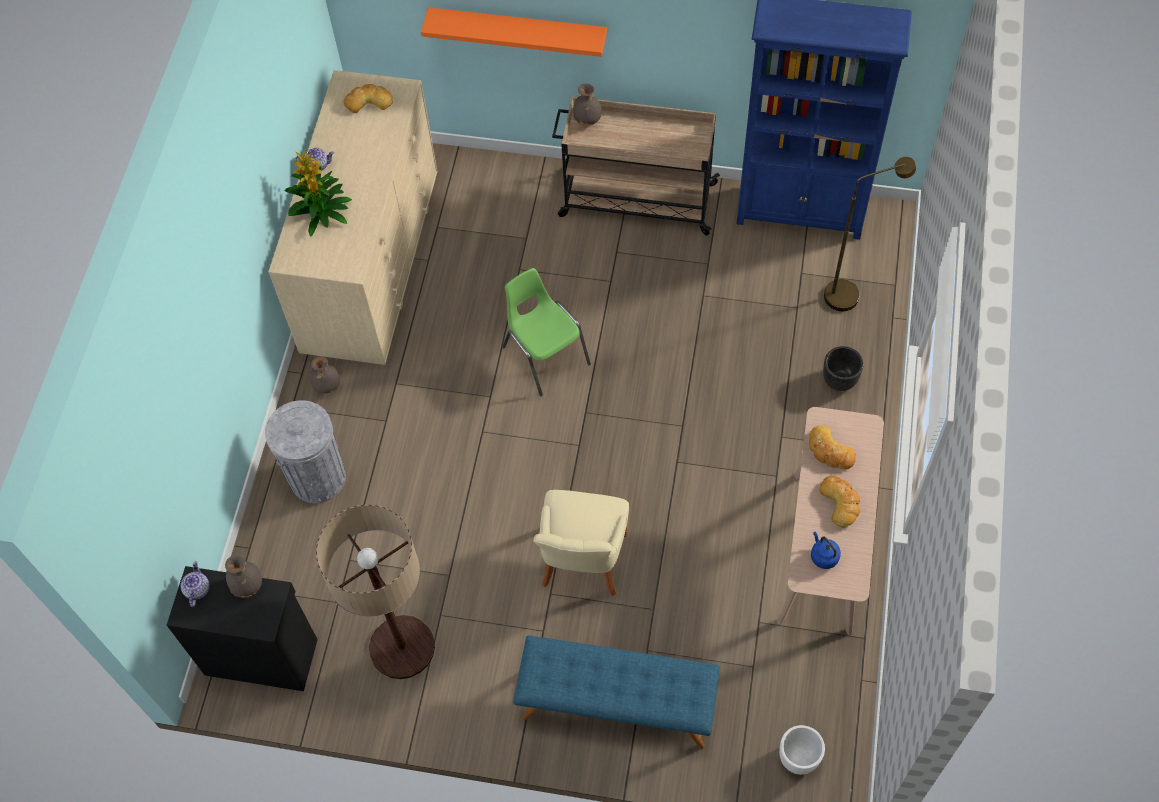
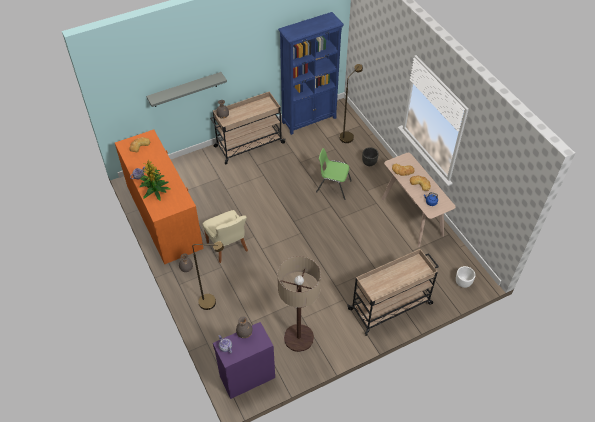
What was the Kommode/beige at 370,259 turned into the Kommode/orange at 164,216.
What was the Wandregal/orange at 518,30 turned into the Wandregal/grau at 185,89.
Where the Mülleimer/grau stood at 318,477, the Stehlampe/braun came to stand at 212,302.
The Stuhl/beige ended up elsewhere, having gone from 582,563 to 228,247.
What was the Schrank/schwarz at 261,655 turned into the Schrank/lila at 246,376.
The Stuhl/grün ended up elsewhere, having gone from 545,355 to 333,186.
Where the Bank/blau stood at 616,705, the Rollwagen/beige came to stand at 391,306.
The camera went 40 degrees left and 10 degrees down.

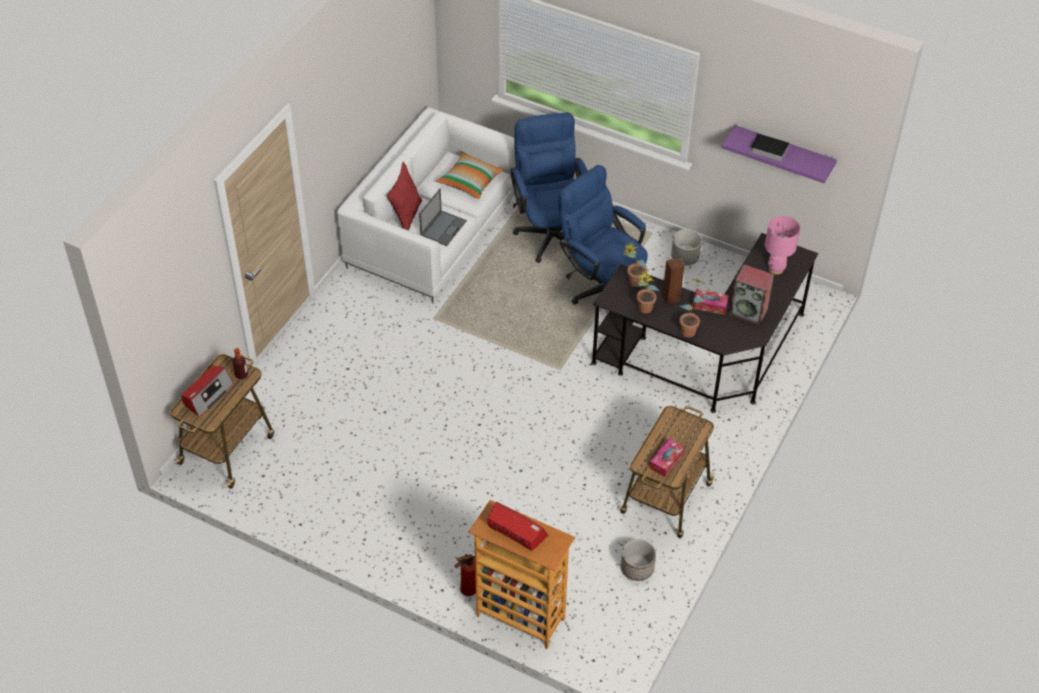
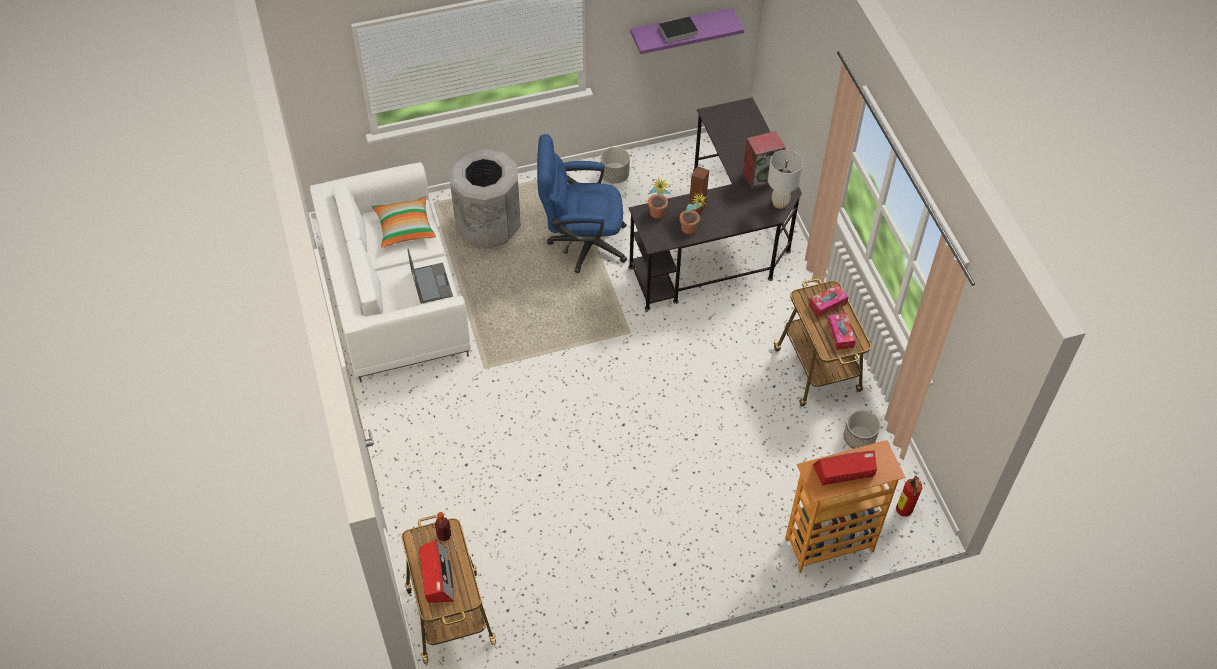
Where the Bürostuhl/blau stood at 550,230, the Mülleimer/grau came to stand at 488,227.
The second view gained the Tischlampe/weiß at 780,203.
The Taschentuchbox ended up elsewhere, having gone from 710,305 to 827,304.
The Feuerlöscher ended up elsewhere, having gone from 466,591 to 903,512.
The second view lost the Kissen/rot at 406,216.
The second view lost the Topfpflanze at 690,328.
The second view lost the Tischlampe/rosa at 776,269.
The camera went 45 degrees left and 5 degrees up.

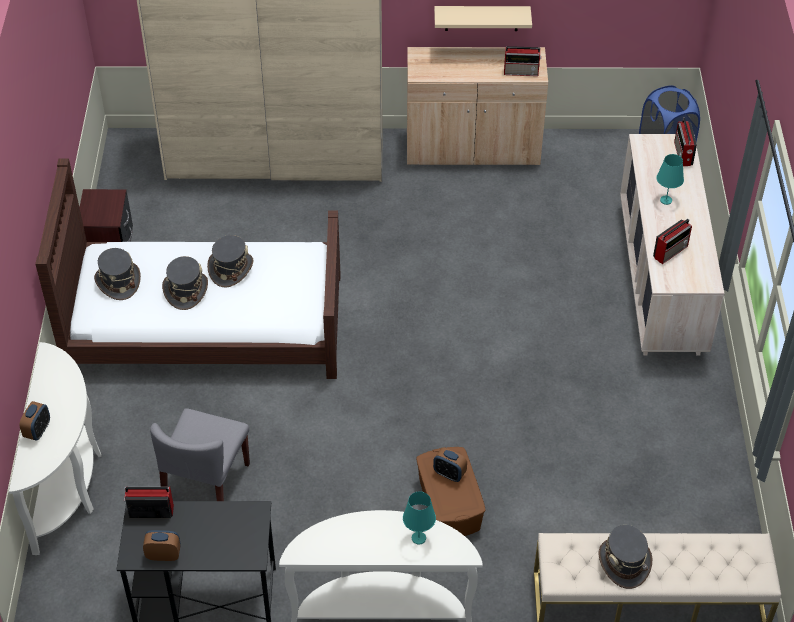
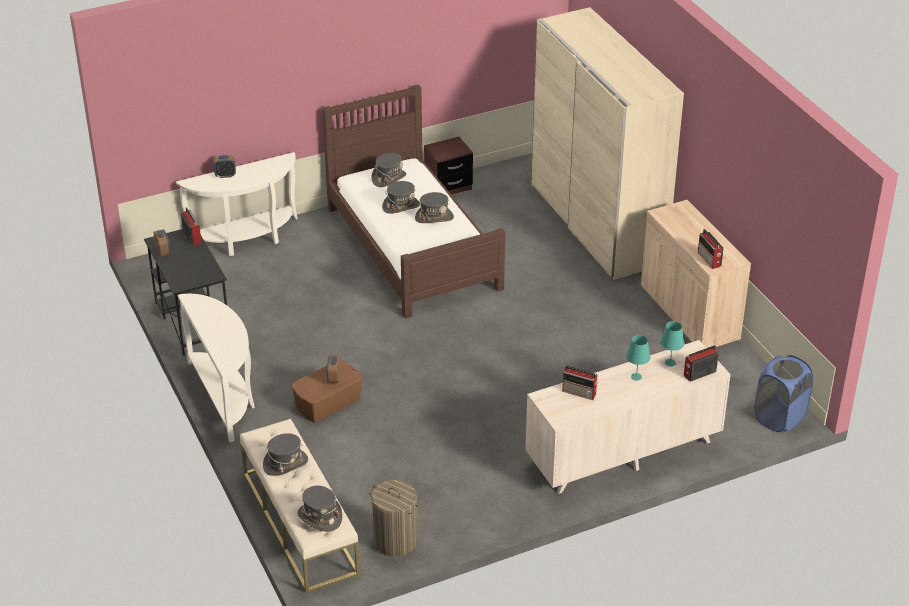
The second view gained the Hut/grau at 320,517.
The second view gained the Wäschekorb at 395,541.
The Tischlampe/türkis ended up elsewhere, having gone from 419,538 to 670,363.
The second view lost the Stuhl/grau at 206,486.
The second view lost the Wandregal/beige at 481,18.
The camera went 65 degrees right and 10 degrees down.

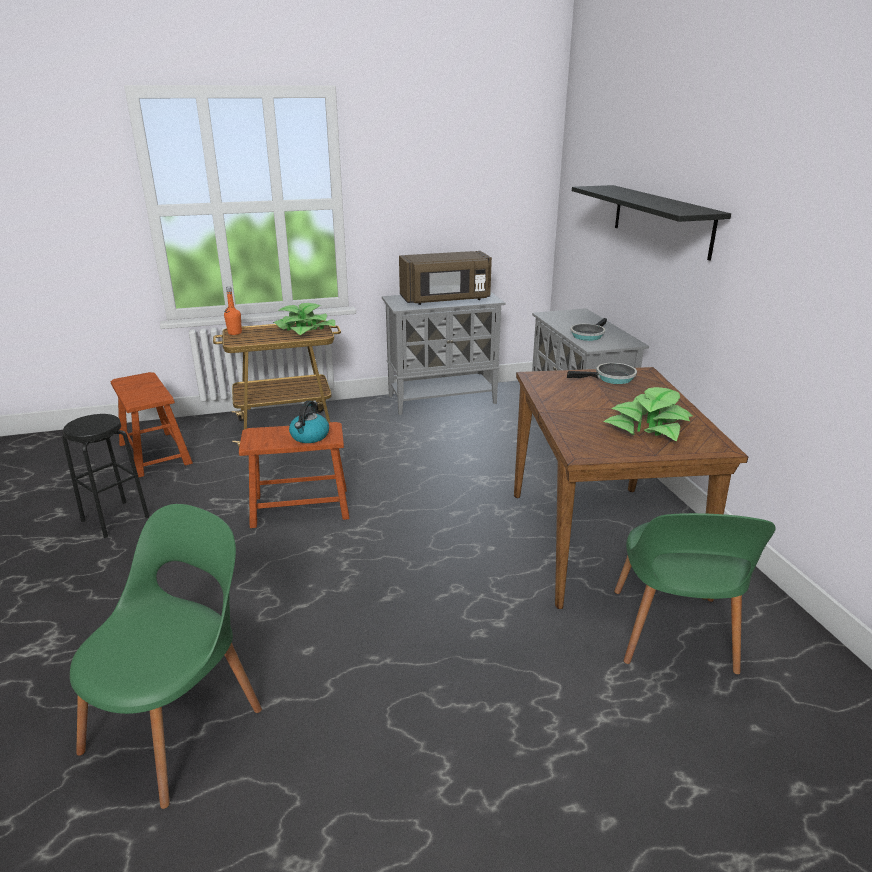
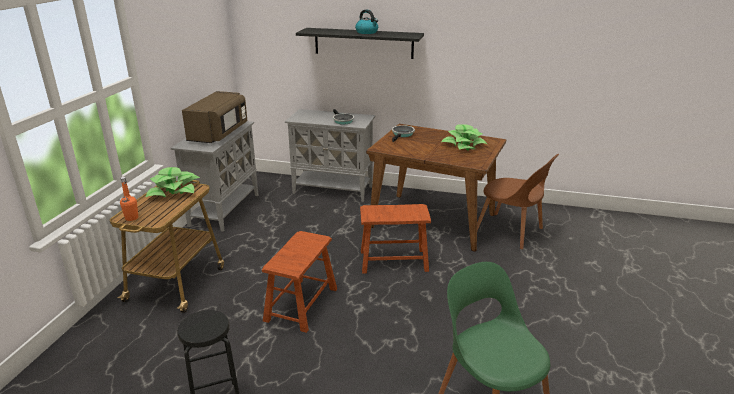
The Wasserkessel ended up elsewhere, having gone from 309,436 to 367,32.
The Hocker/braun ended up elsewhere, having gone from 155,453 to 393,260.
What was the Stuhl/grün at 672,634 turned into the Stuhl/braun at 511,232.
The camera went 60 degrees left and 0 degrees up.

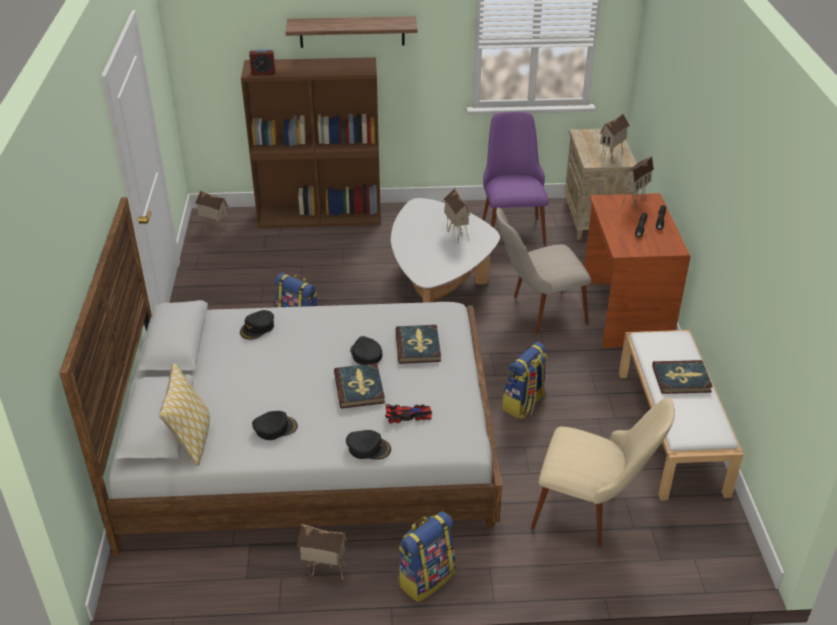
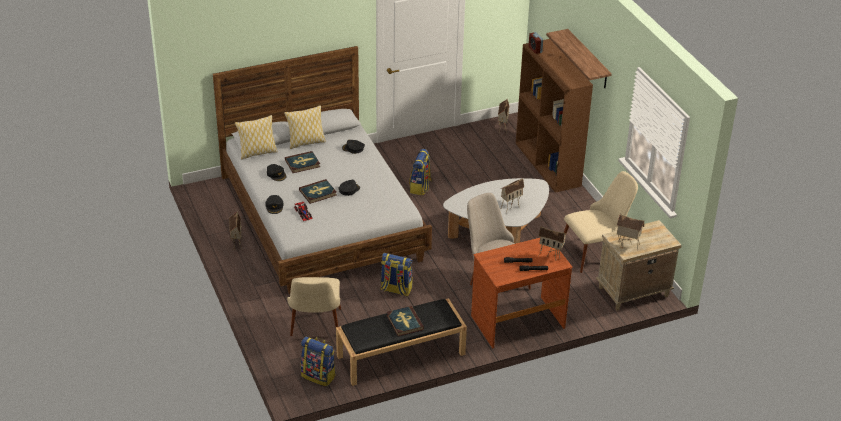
The second view gained the Kissen at 306,142.
The Buch ended up elsewhere, having gone from 418,346 to 302,163.
The Rucksack ended up elsewhere, having gone from 426,578 to 319,376.
What was the Bank/weiß at 672,432 turned into the Bank/schwarz at 400,355.
What was the Stuhl/lila at 511,226 turned into the Stuhl/beige at 595,252.
The camera went 70 degrees right and 0 degrees up.

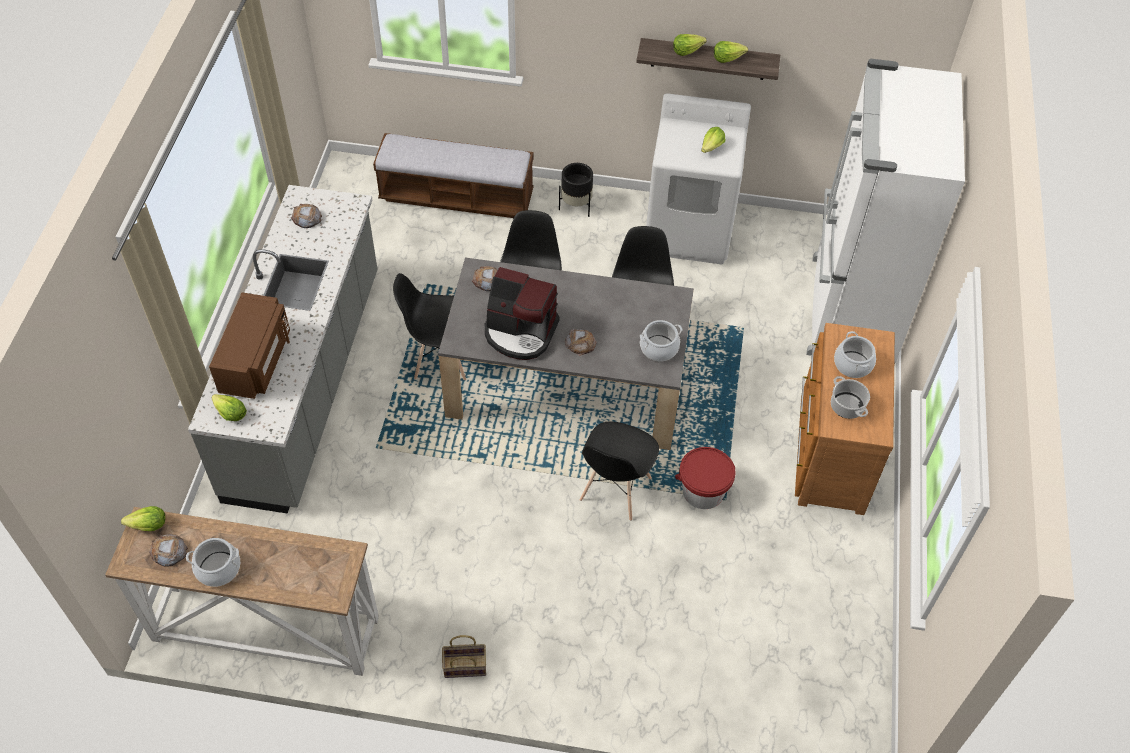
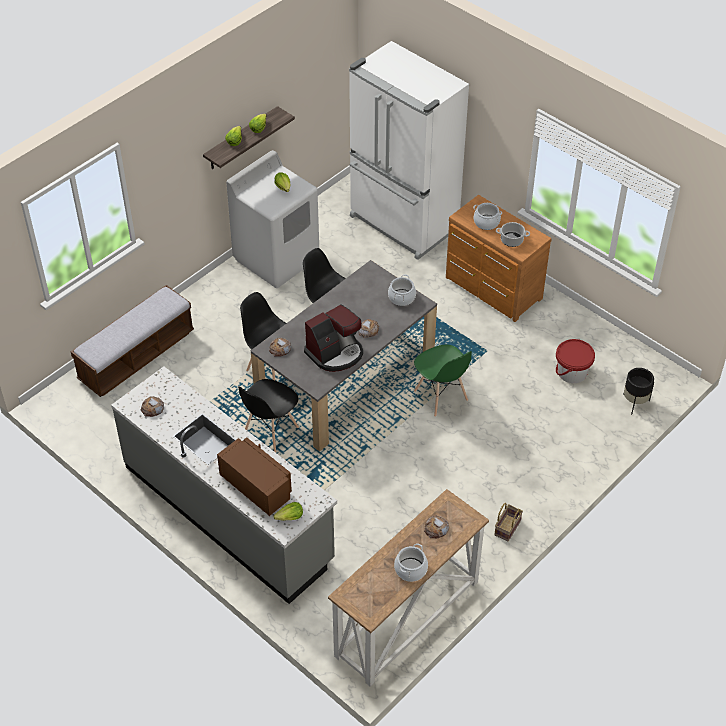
What was the Stuhl/schwarz at 615,490 turned into the Stuhl/grün at 441,396.
The Brot ended up elsewhere, having gone from 168,552 to 436,528.
The Eimer/rot ended up elsewhere, having gone from 703,491 to 572,372.
The Pflanzkübel/schwarz ended up elsewhere, having gone from 576,207 to 634,402.
The second view lost the Salatkopf at 148,525.
The camera went 55 degrees left and 5 degrees down.

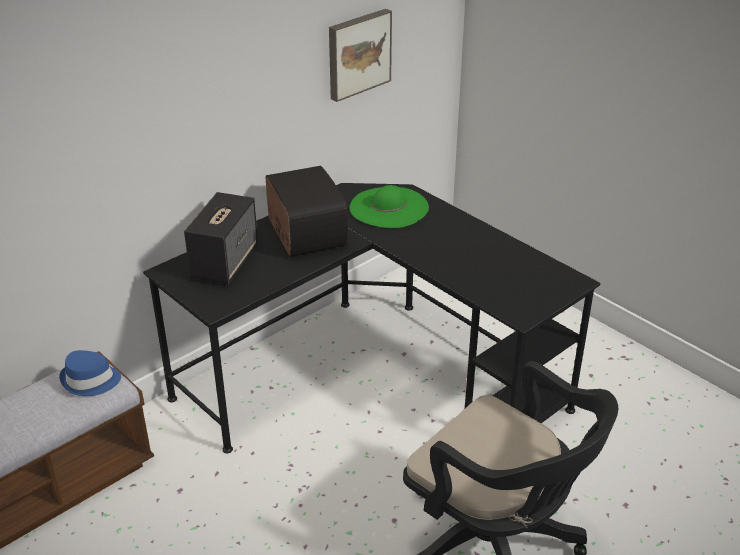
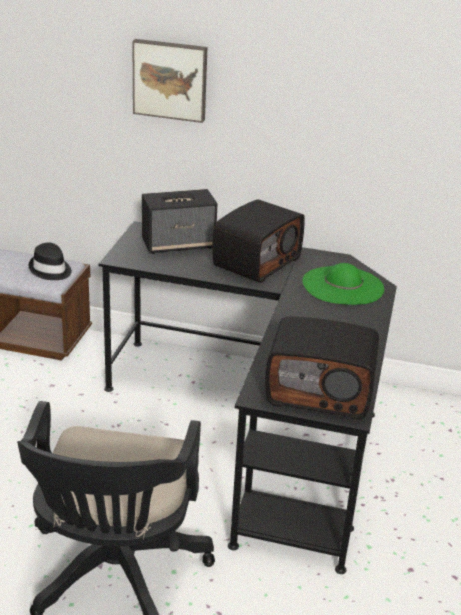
What was the Hut/blau at 90,381 turned into the Hut/schwarz at 50,270.
The Bild ended up elsewhere, having gone from 358,53 to 170,80.
The second view gained the Radio at 320,391.
The camera went 55 degrees right and 5 degrees down.

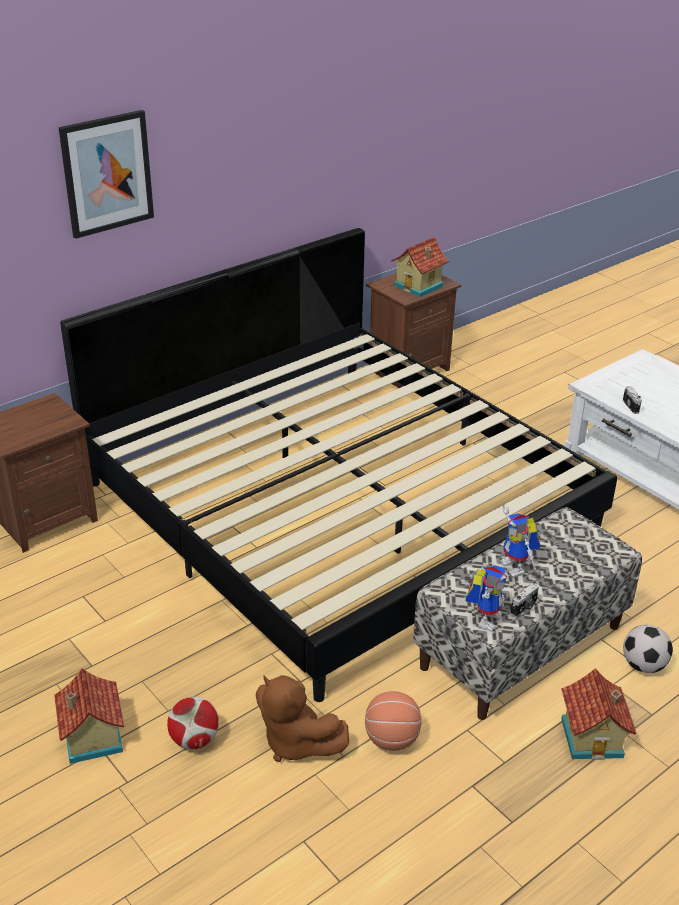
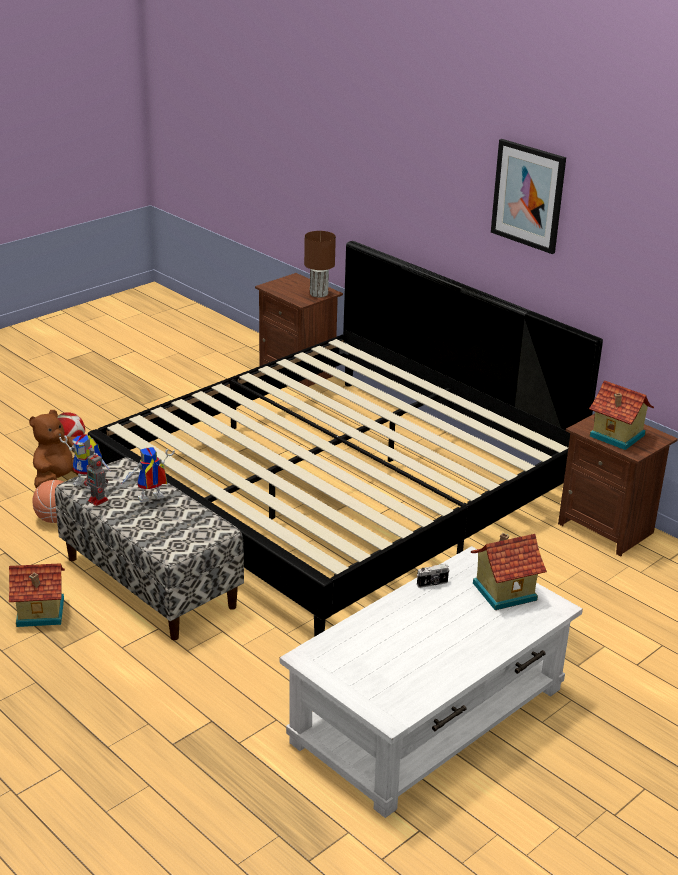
Where the Kamera stood at 524,608, the Spielzeugroboter came to stand at 98,500.
The second view gained the Tischlampe/braun at 318,293.
The Spielzeughaus ended up elsewhere, having gone from 91,738 to 503,590.
The Bild ended up elsewhere, having gone from 107,173 to 528,195.
The second view lost the Fußball at 643,665.
The camera went 85 degrees right and 5 degrees down.

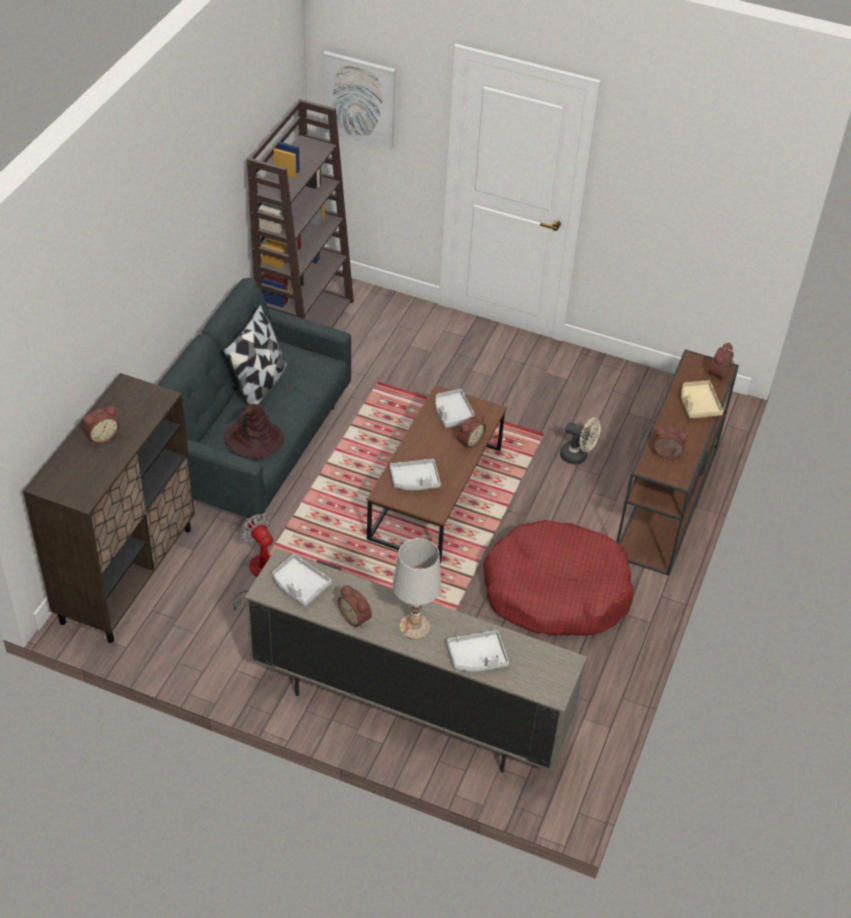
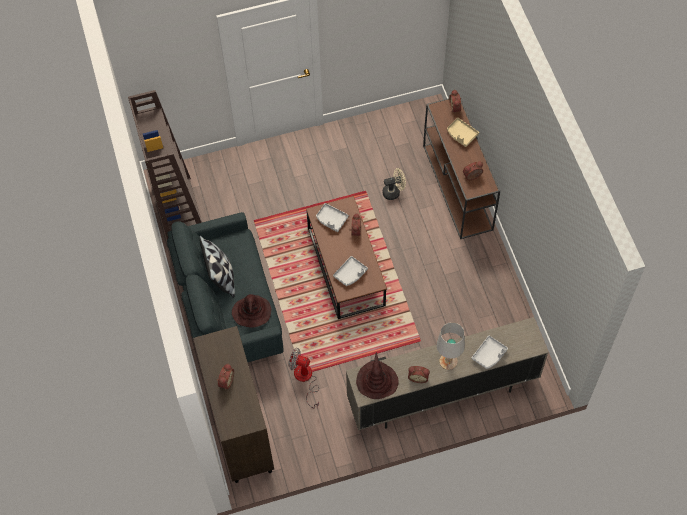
Where the Tablett/grau stood at 299,585, the Hut/braun came to stand at 377,381.
The second view lost the Bild at 359,99.
The second view lost the Hundebett/rot at 555,592.
The camera went 35 degrees left and 15 degrees up.

